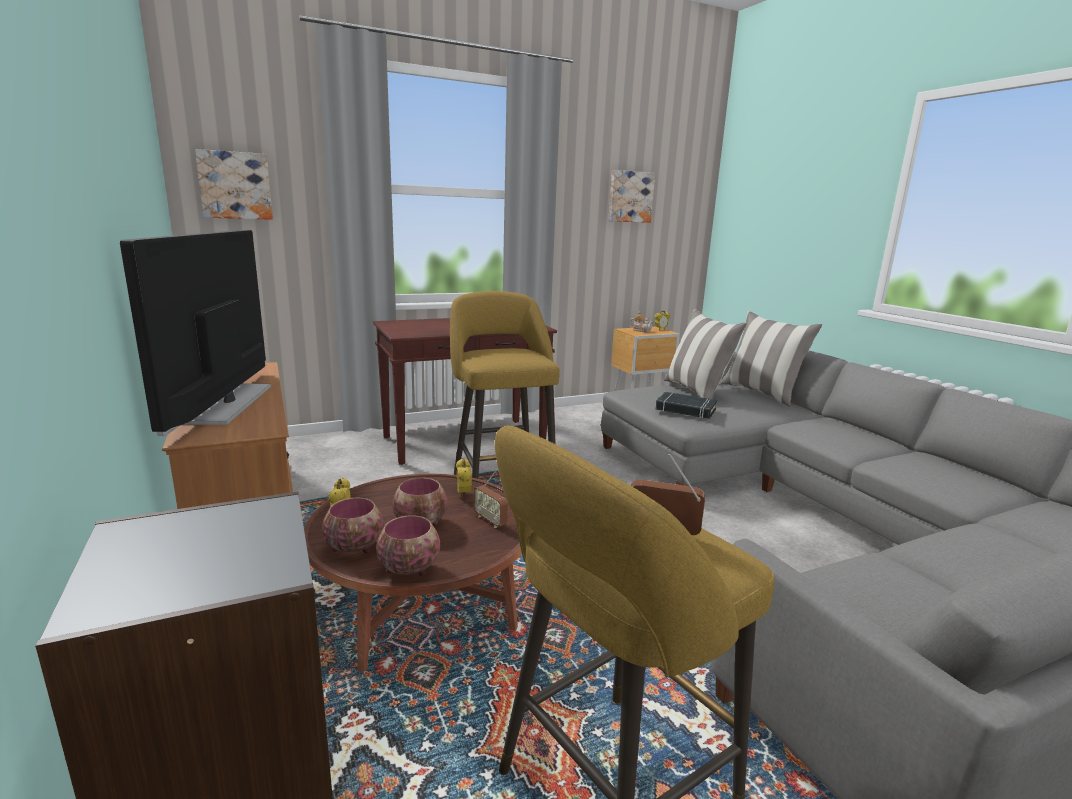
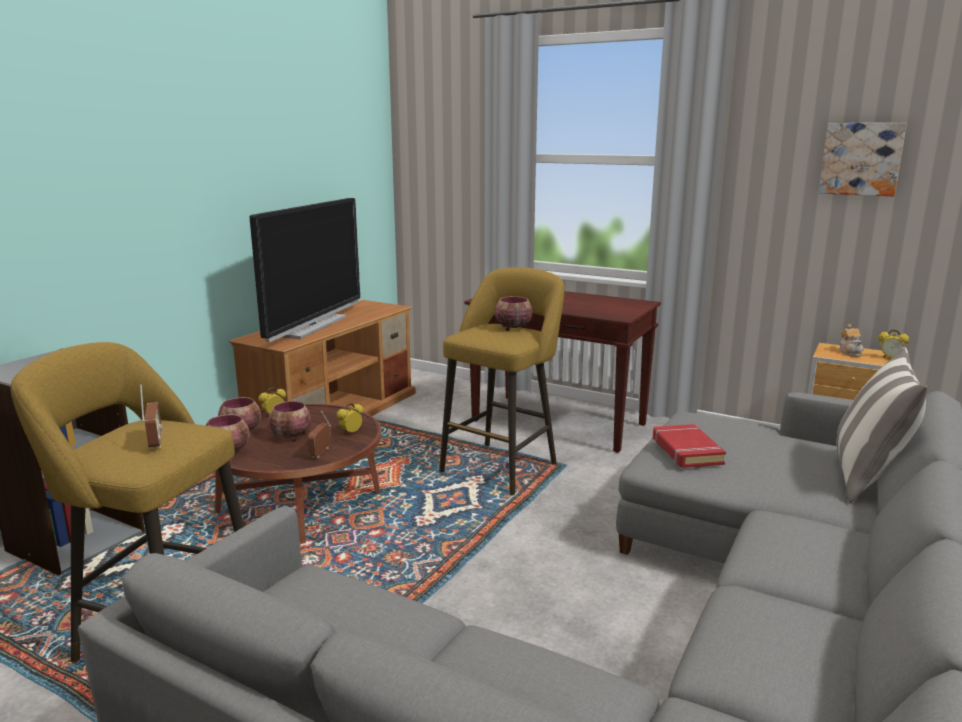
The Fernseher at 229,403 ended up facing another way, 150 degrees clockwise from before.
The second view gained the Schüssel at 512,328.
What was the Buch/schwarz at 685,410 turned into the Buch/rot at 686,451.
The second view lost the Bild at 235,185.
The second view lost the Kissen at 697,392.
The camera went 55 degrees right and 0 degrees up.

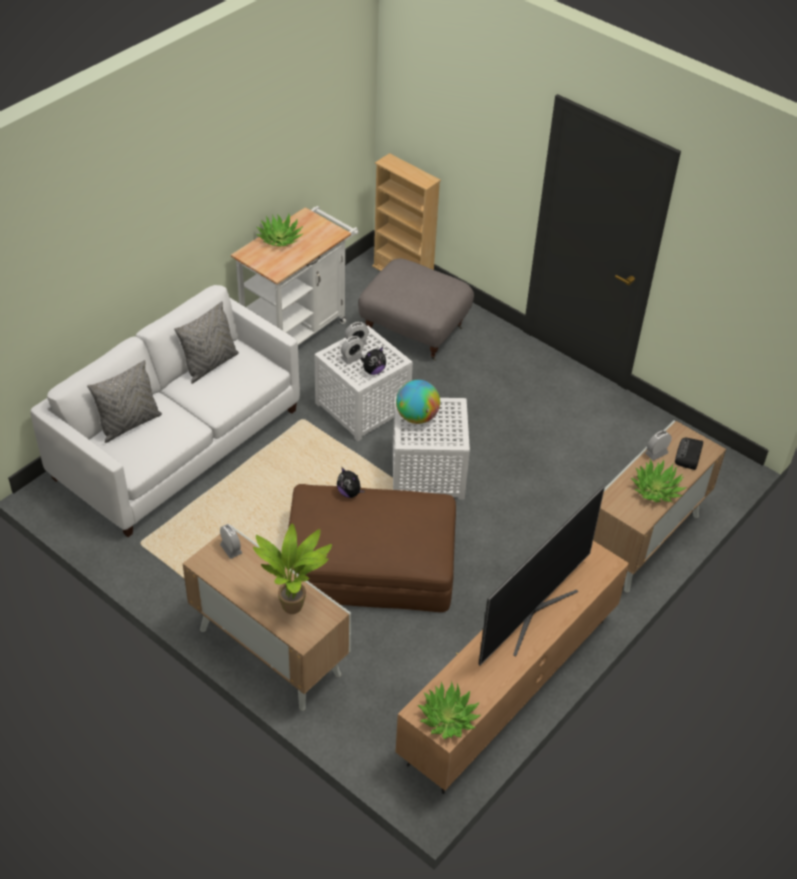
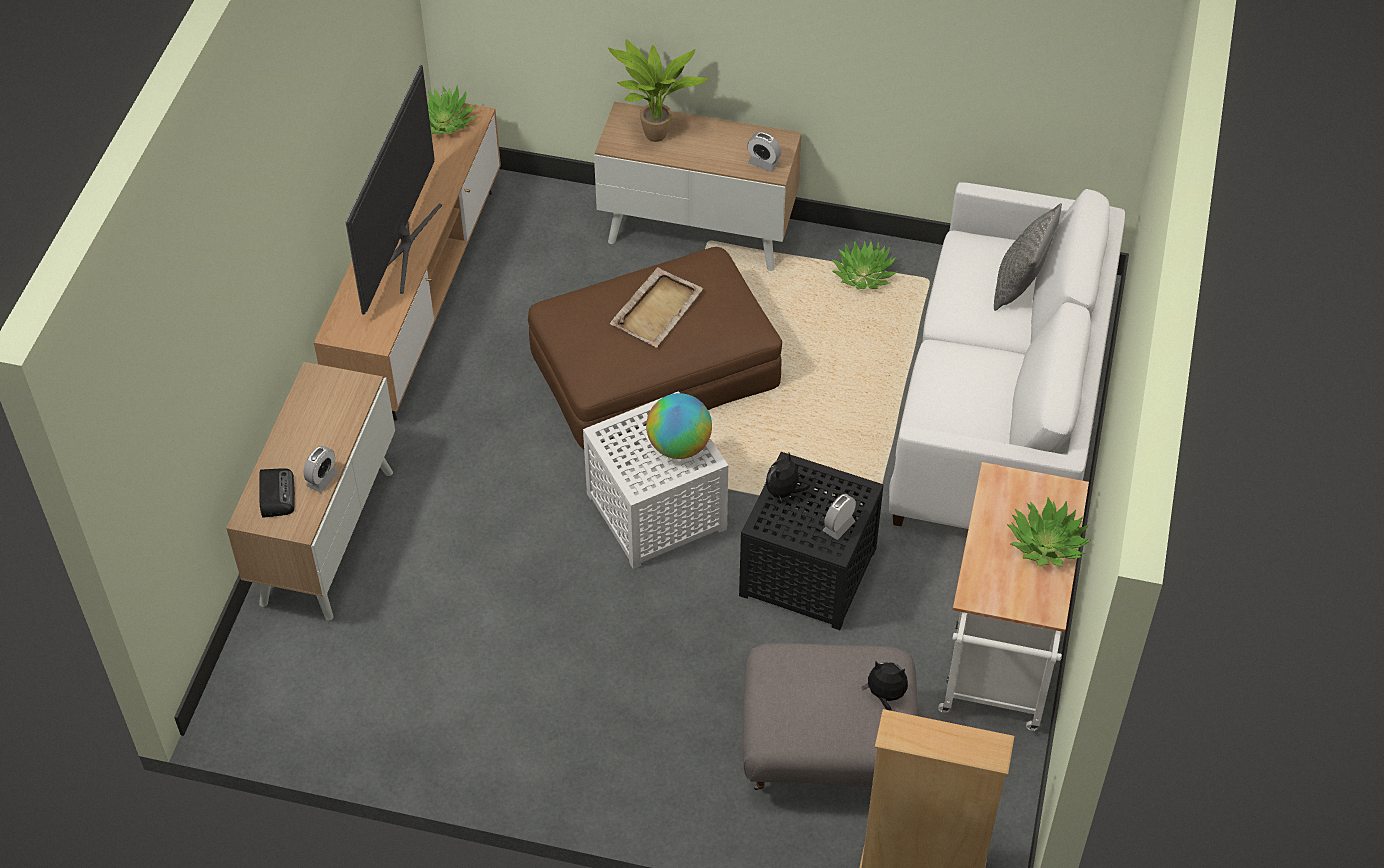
The second view gained the Tablett/beige at 657,309.
What was the Beistelltisch/weiß at 362,405 turned into the Beistelltisch/schwarz at 809,574.
The Topfpflanze ended up elsewhere, having gone from 656,489 to 863,275.
The Plüschtier ended up elsewhere, having gone from 349,493 to 885,695.
The second view lost the Kissen/grau at 210,365.
The second view lost the Wecker at 352,358.
The camera went 155 degrees right and 5 degrees up.

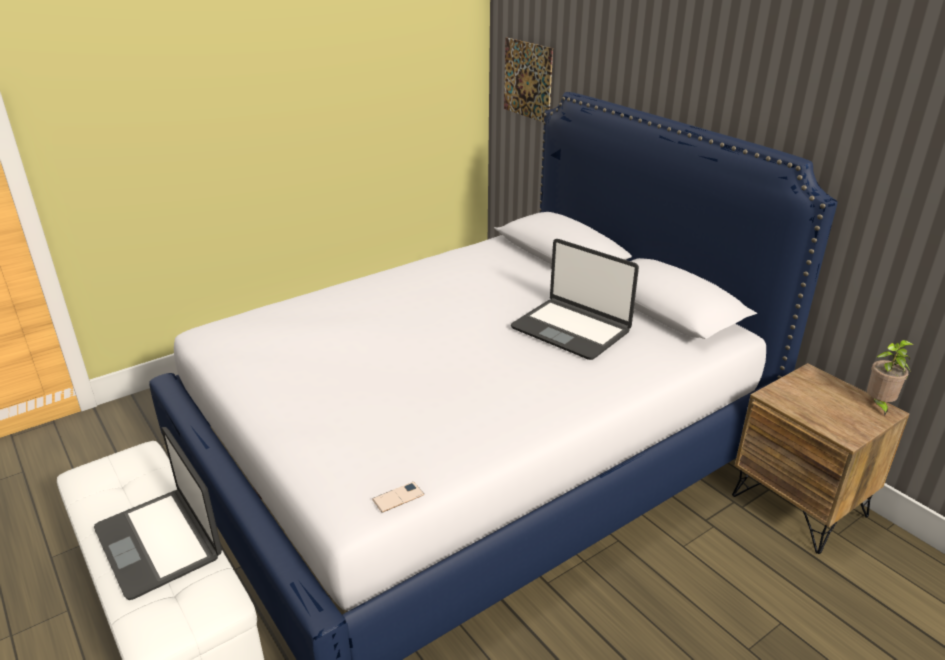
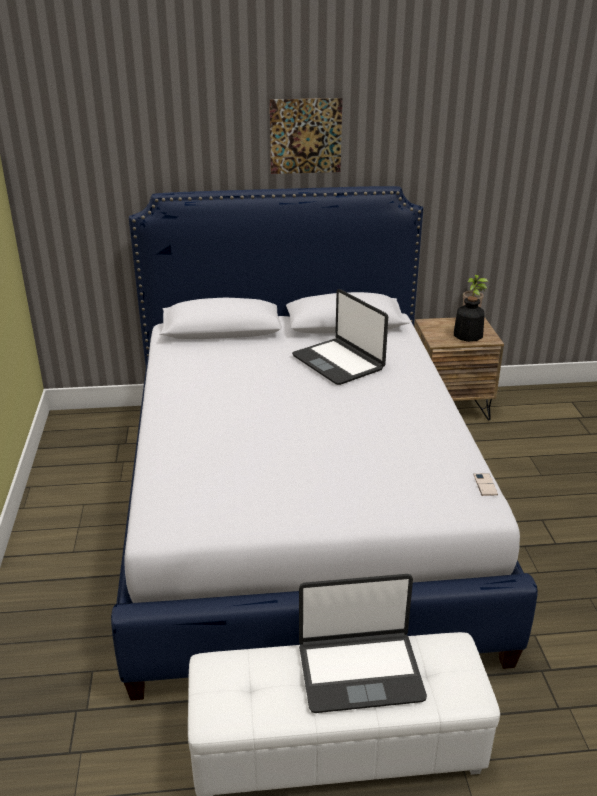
The Bild ended up elsewhere, having gone from 527,80 to 305,136.
The Laptop at 571,329 ended up facing another way, 75 degrees clockwise from before.
The second view gained the Flasche at 467,335.
The camera went 60 degrees left and 0 degrees up.

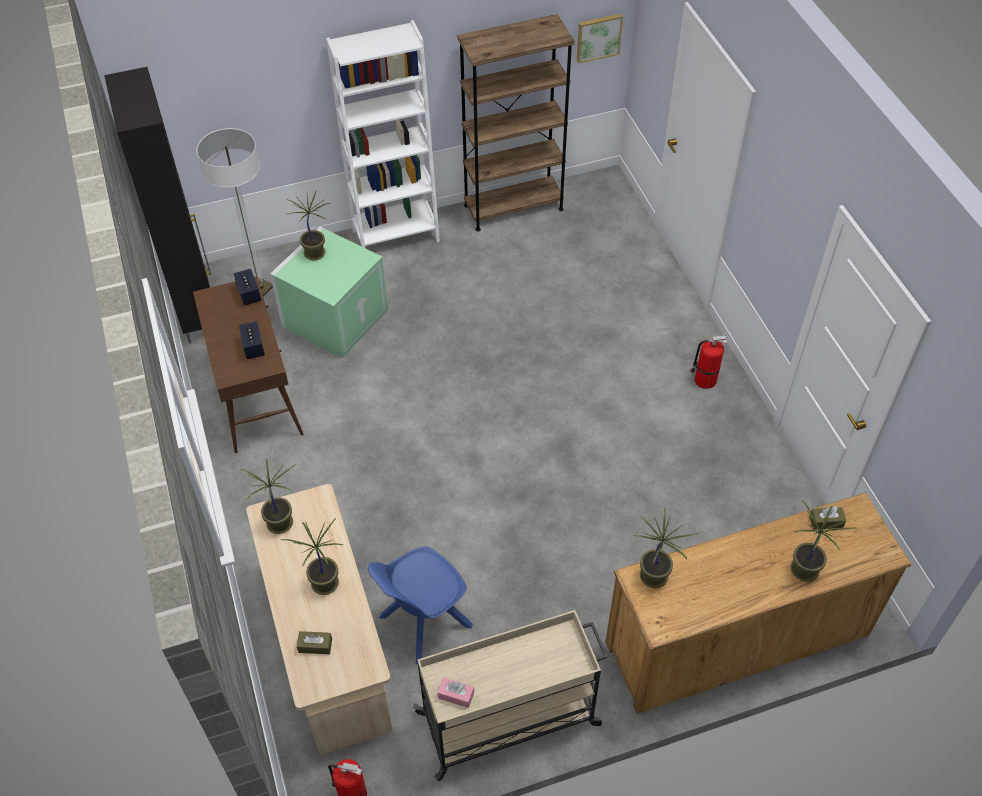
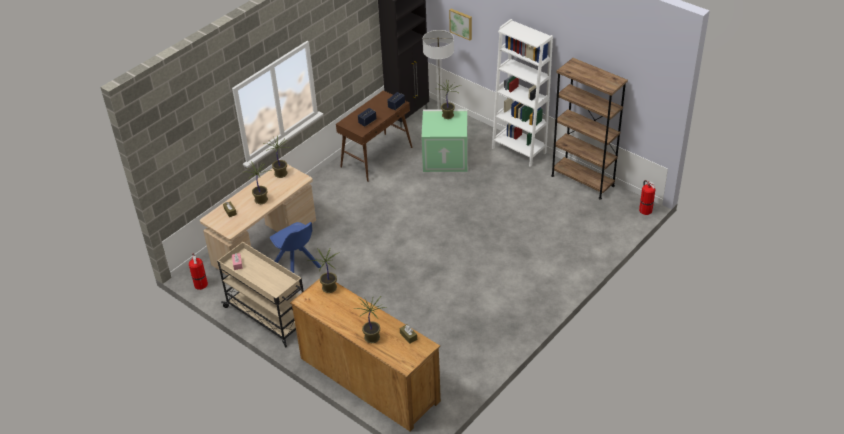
The Stuhl/blau at 423,622 ended up facing another way, 150 degrees counterclockwise from before.
The Bild ended up elsewhere, having gone from 598,37 to 461,23.
The Feuerlöscher ended up elsewhere, having gone from 704,380 to 645,210.
The camera went 60 degrees right and 10 degrees down.

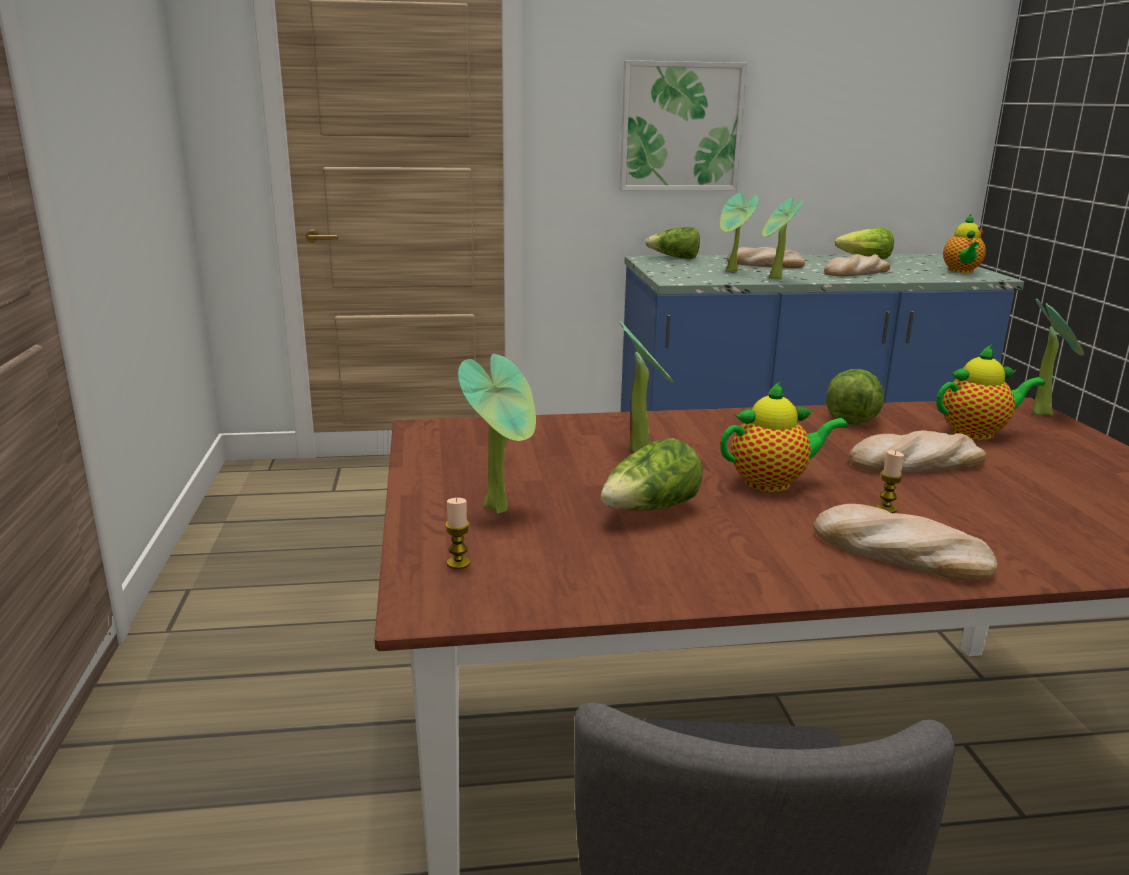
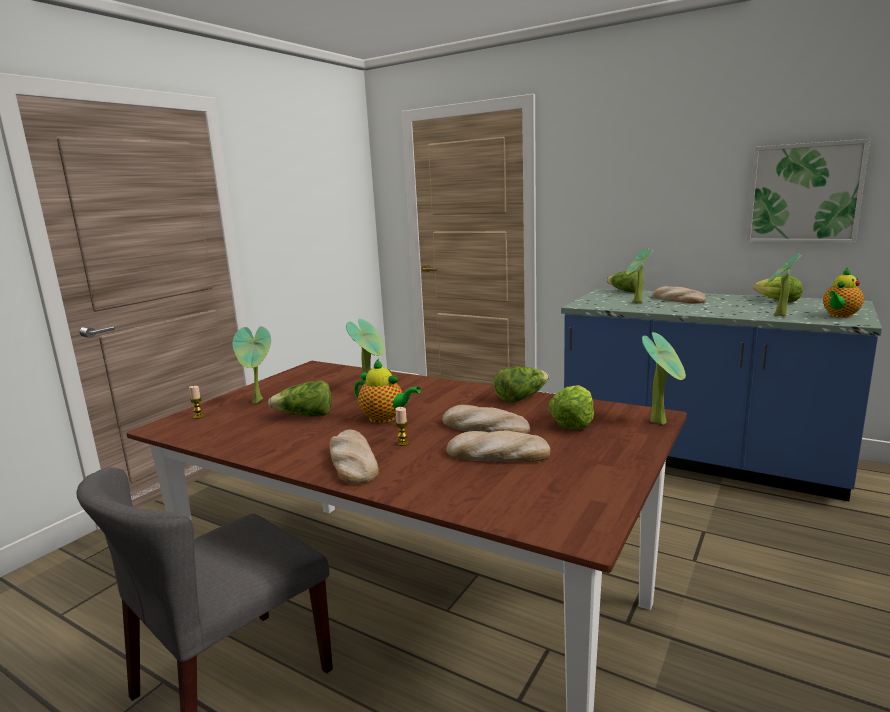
The Brot ended up elsewhere, having gone from 856,272 to 497,454.
Where the Teekanne stood at 977,433, the Salatkopf came to stand at 572,422.
The Bild ended up elsewhere, having gone from 681,127 to 804,193.
The Topfpflanze ended up elsewhere, having gone from 774,278 to 778,316.
The camera went 40 degrees right and 5 degrees down.

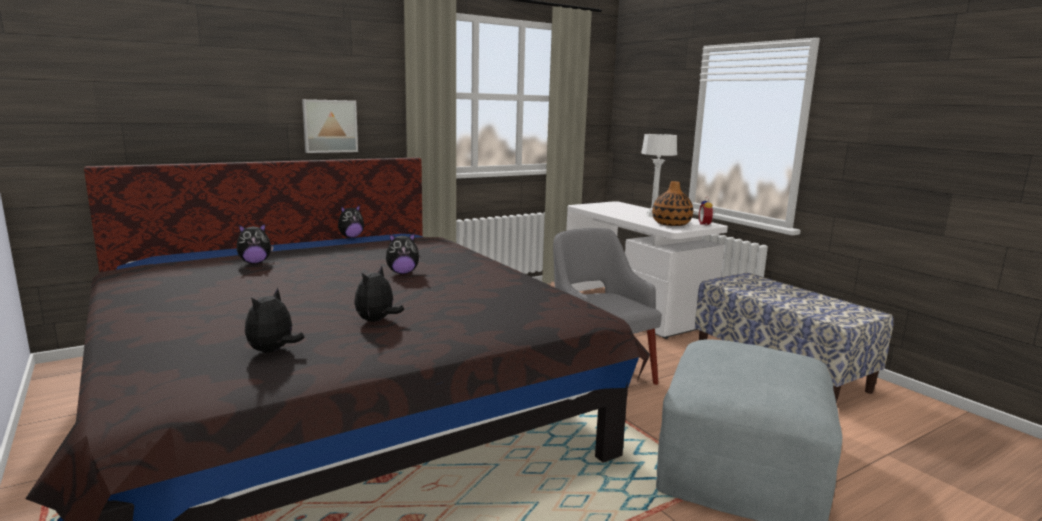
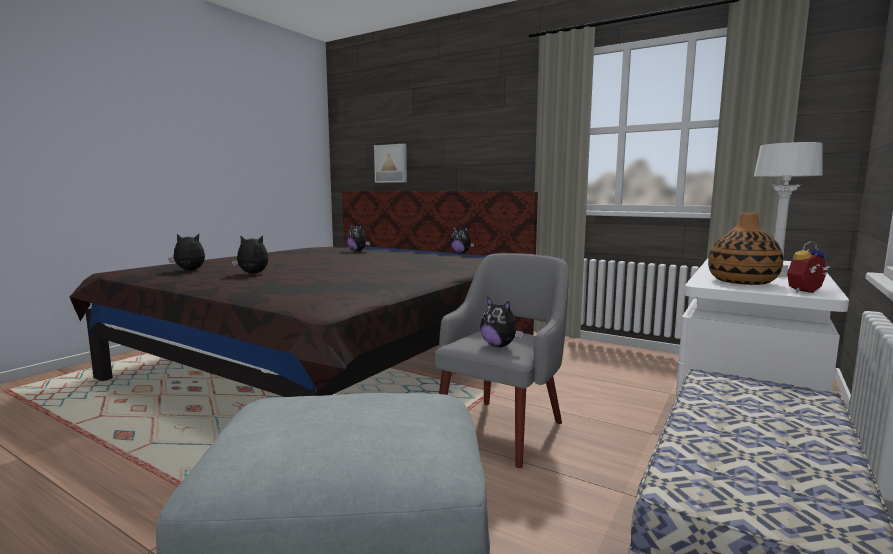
The Bild ended up elsewhere, having gone from 330,126 to 391,163.
The Plüschtier ended up elsewhere, having gone from 402,273 to 499,346.
The camera went 65 degrees right and 5 degrees down.

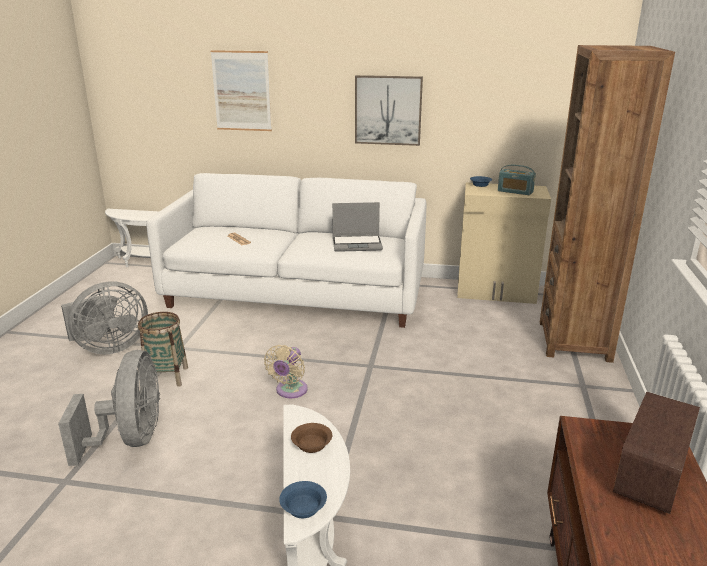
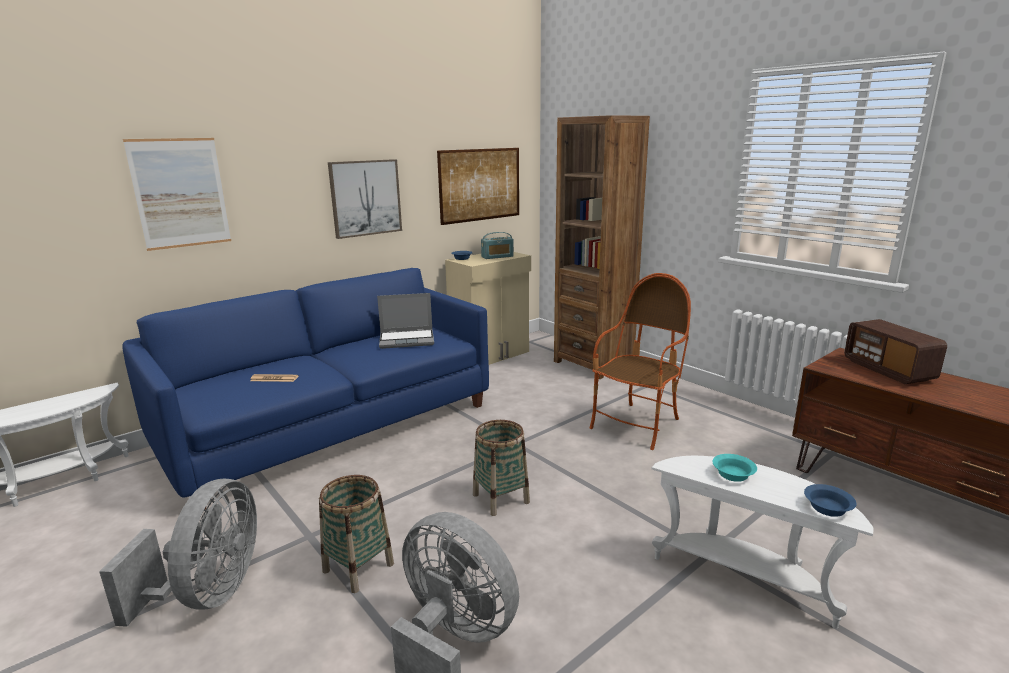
What was the Sofa/weiß at 297,293 turned into the Sofa/blau at 331,425.
The Laptop at 357,244 ended up facing another way, 45 degrees clockwise from before.
The second view gained the Bild at 480,185.
Where the Ventilator/beige stood at 290,391, the Korb came to stand at 501,498.
The second view gained the Sessel at 637,425.
What was the Schüssel/braun at 311,445 turned into the Schüssel/türkis at 734,475.
The camera went 50 degrees left and 5 degrees down.

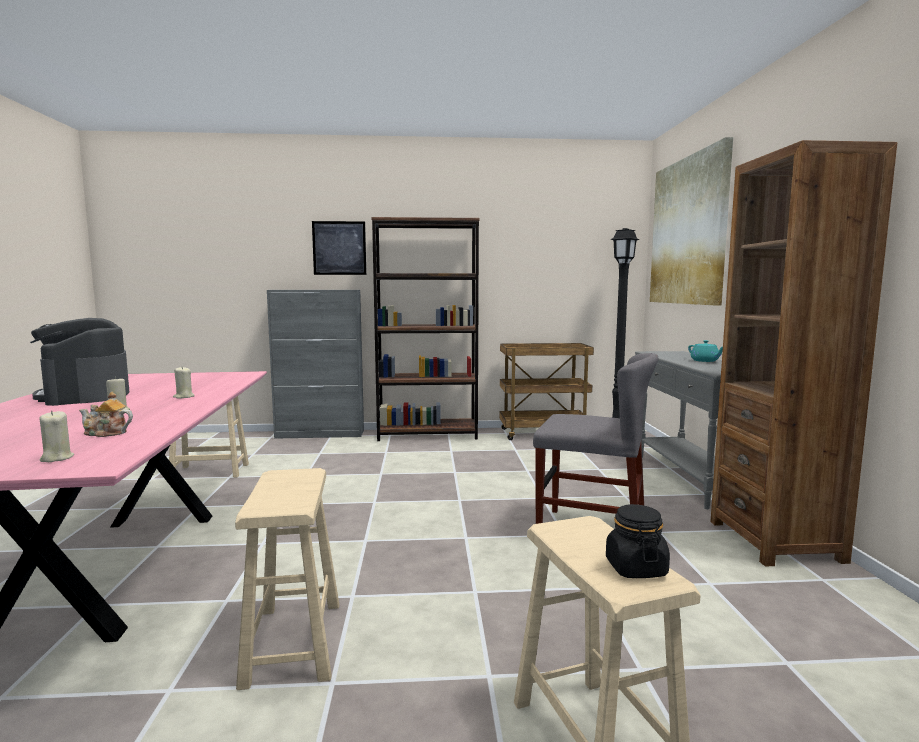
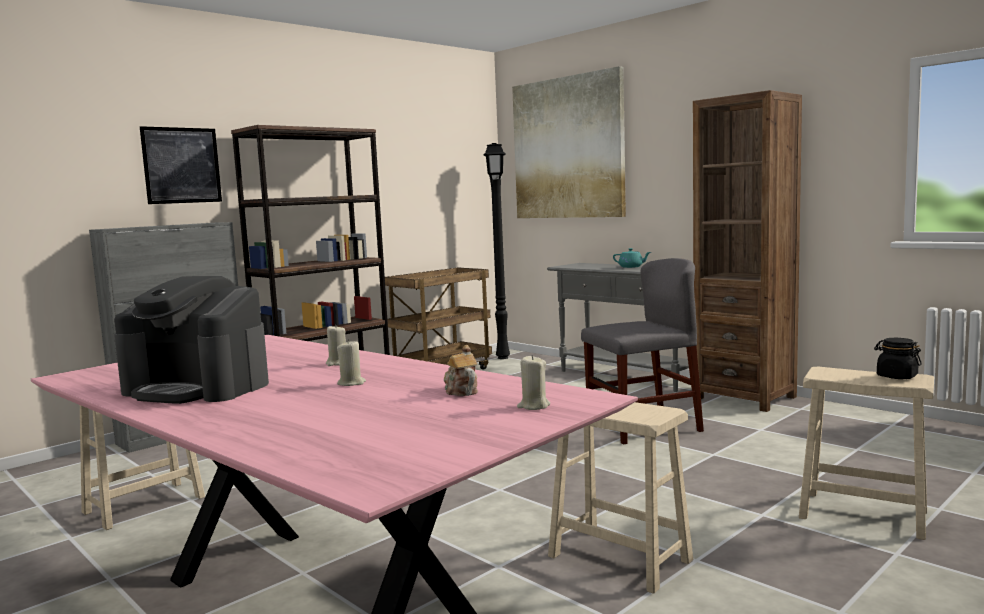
The Teekanne at 106,433 ended up facing another way, 105 degrees clockwise from before.
The camera went 40 degrees left and 0 degrees up.

